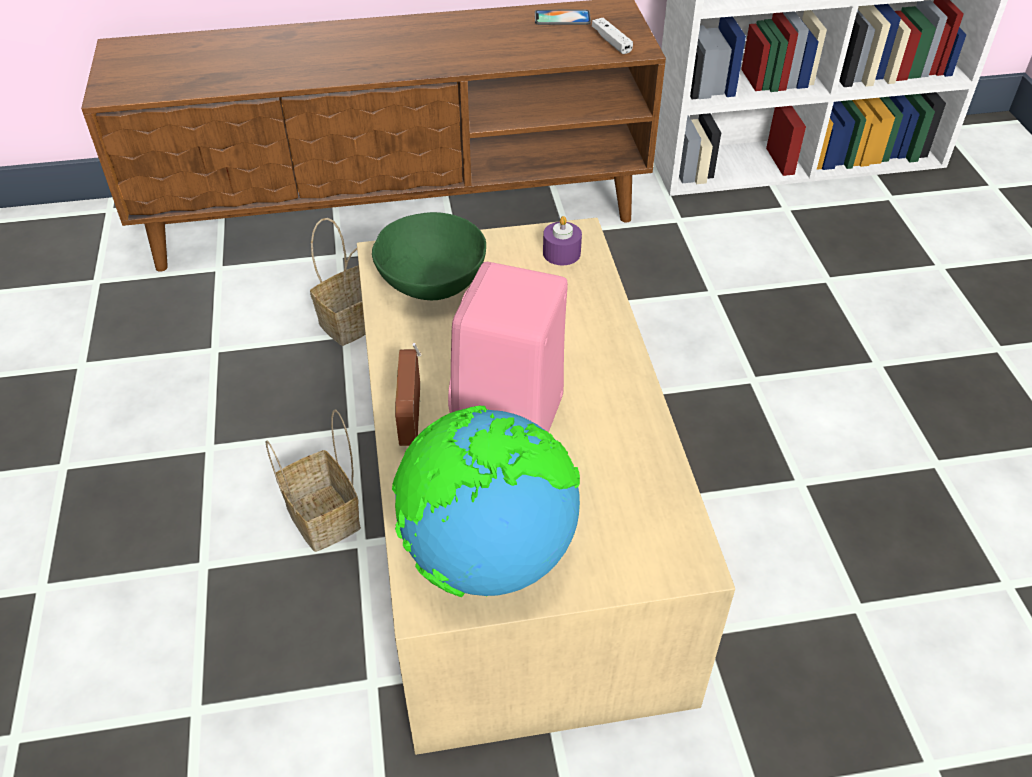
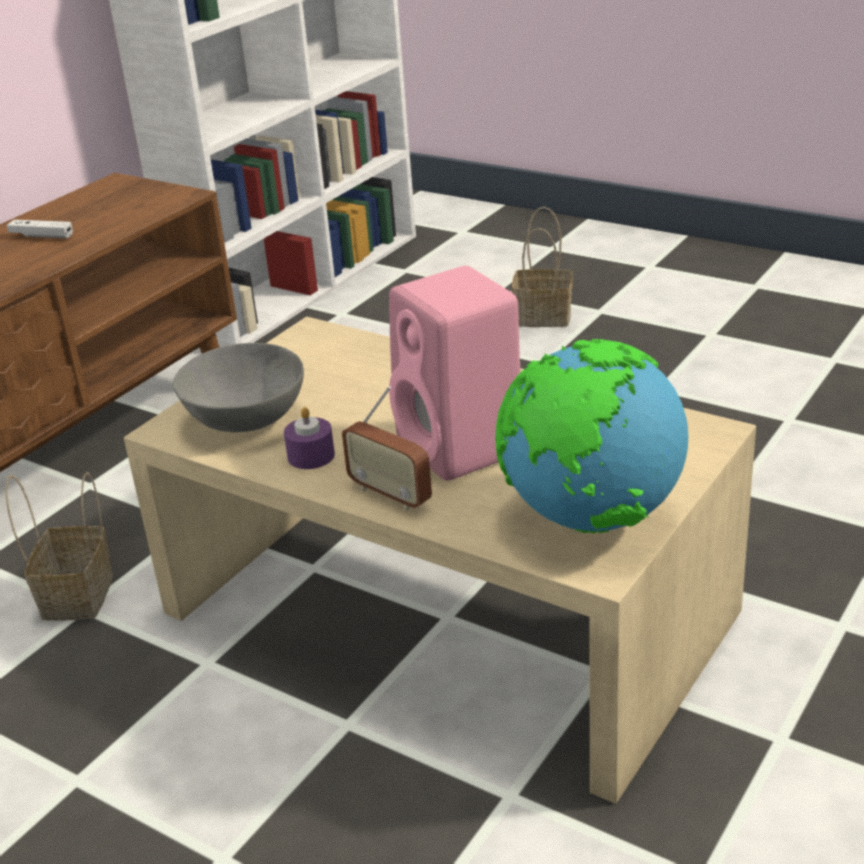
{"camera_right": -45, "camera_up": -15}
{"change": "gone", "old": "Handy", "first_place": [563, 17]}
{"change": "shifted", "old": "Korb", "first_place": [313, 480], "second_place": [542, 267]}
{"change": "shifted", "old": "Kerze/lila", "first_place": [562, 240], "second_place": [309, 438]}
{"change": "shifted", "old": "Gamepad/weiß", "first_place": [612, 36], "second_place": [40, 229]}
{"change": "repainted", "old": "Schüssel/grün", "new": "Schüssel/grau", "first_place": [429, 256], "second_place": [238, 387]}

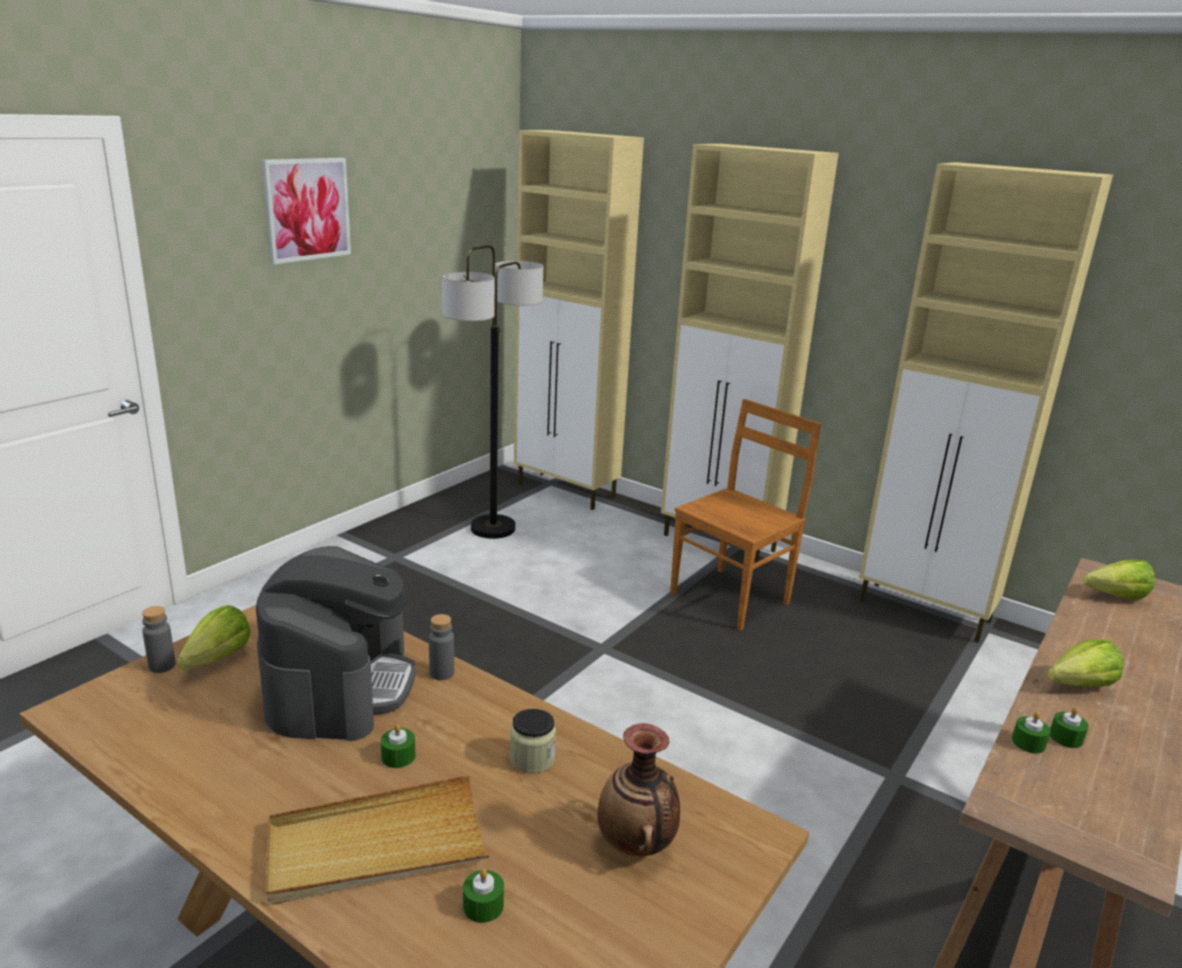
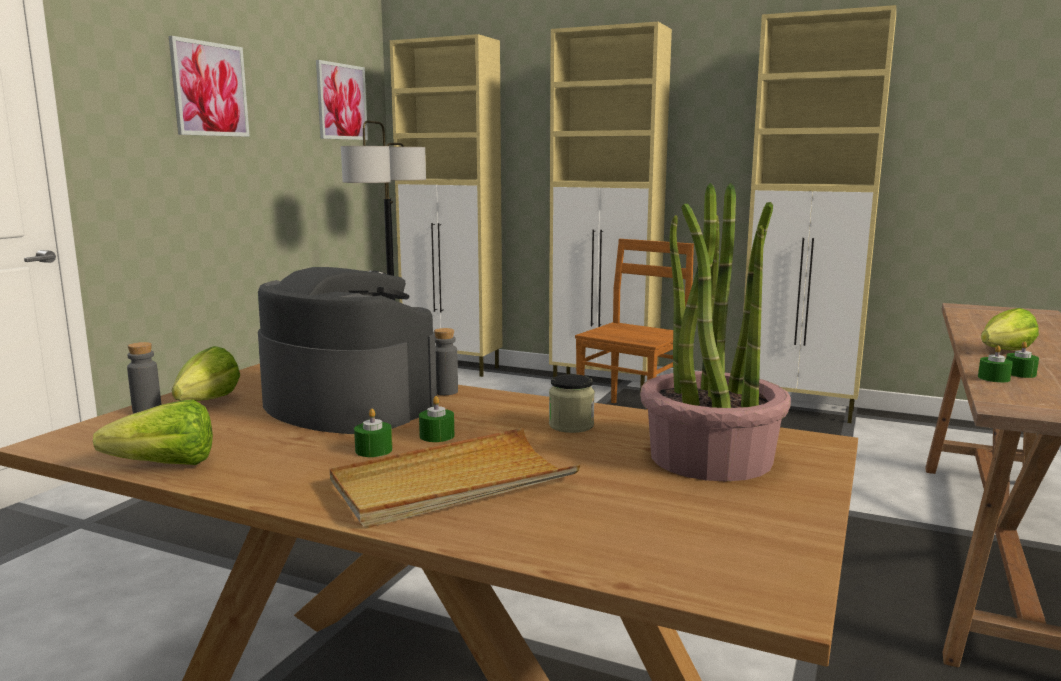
{"camera_right": -10, "camera_up": -10}
{"change": "new", "new": "Bild", "second_place": [342, 100]}
{"change": "shifted", "old": "Kerze/grün", "first_place": [483, 896], "second_place": [373, 432]}
{"change": "shifted", "old": "Salatkopf", "first_place": [1119, 580], "second_place": [153, 432]}
{"change": "swapped", "old": "Vase", "new": "Topfpflanze", "first_place": [638, 789], "second_place": [715, 332]}
{"change": "rotated", "old": "Kaffeemaschine", "first_place": [336, 643], "second_place": [347, 350], "degrees": -45}

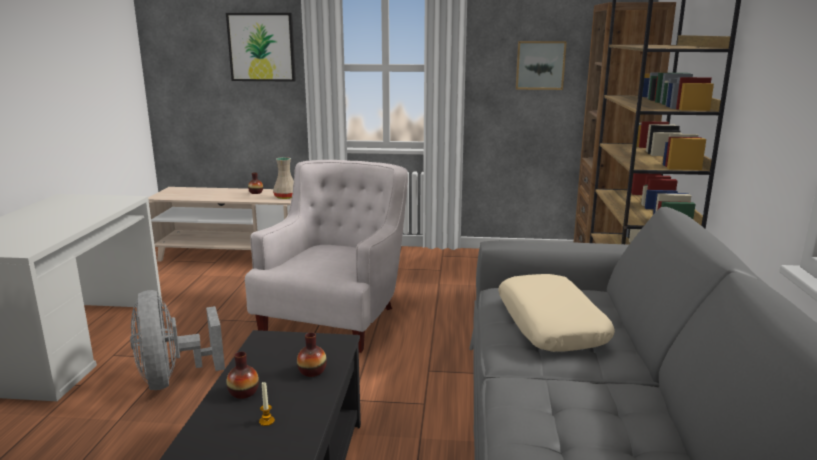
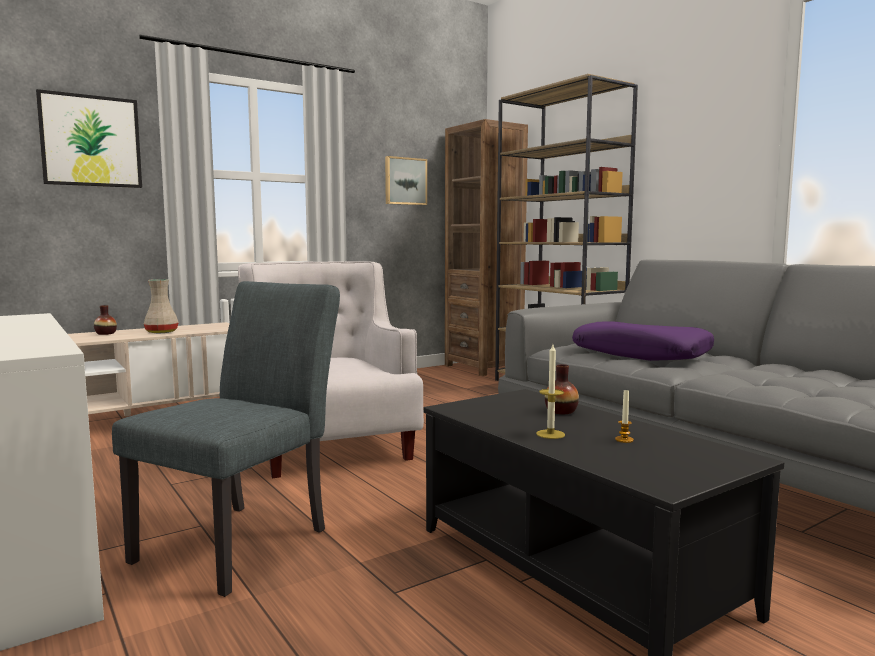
{"camera_right": -40, "camera_up": -10}
{"change": "swapped", "old": "Ventilator/grau", "new": "Stuhl/grau", "first_place": [177, 340], "second_place": [226, 439]}
{"change": "swapped", "old": "Vase", "new": "Kerze", "first_place": [242, 375], "second_place": [550, 392]}
{"change": "repainted", "old": "Kissen/beige", "new": "Kissen/lila", "first_place": [556, 313], "second_place": [643, 341]}

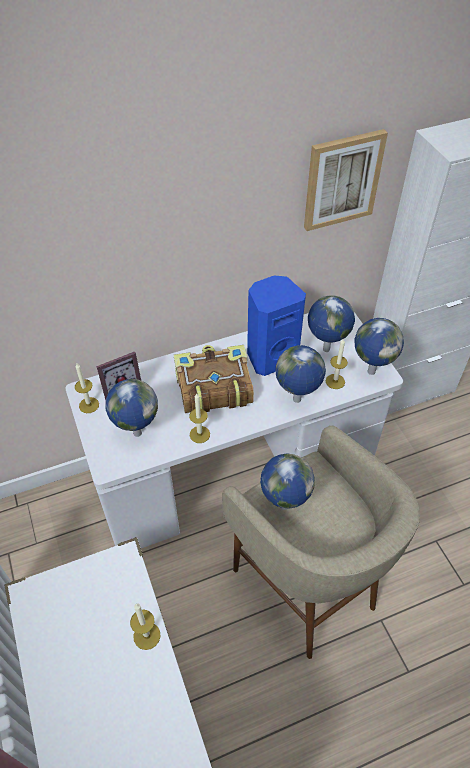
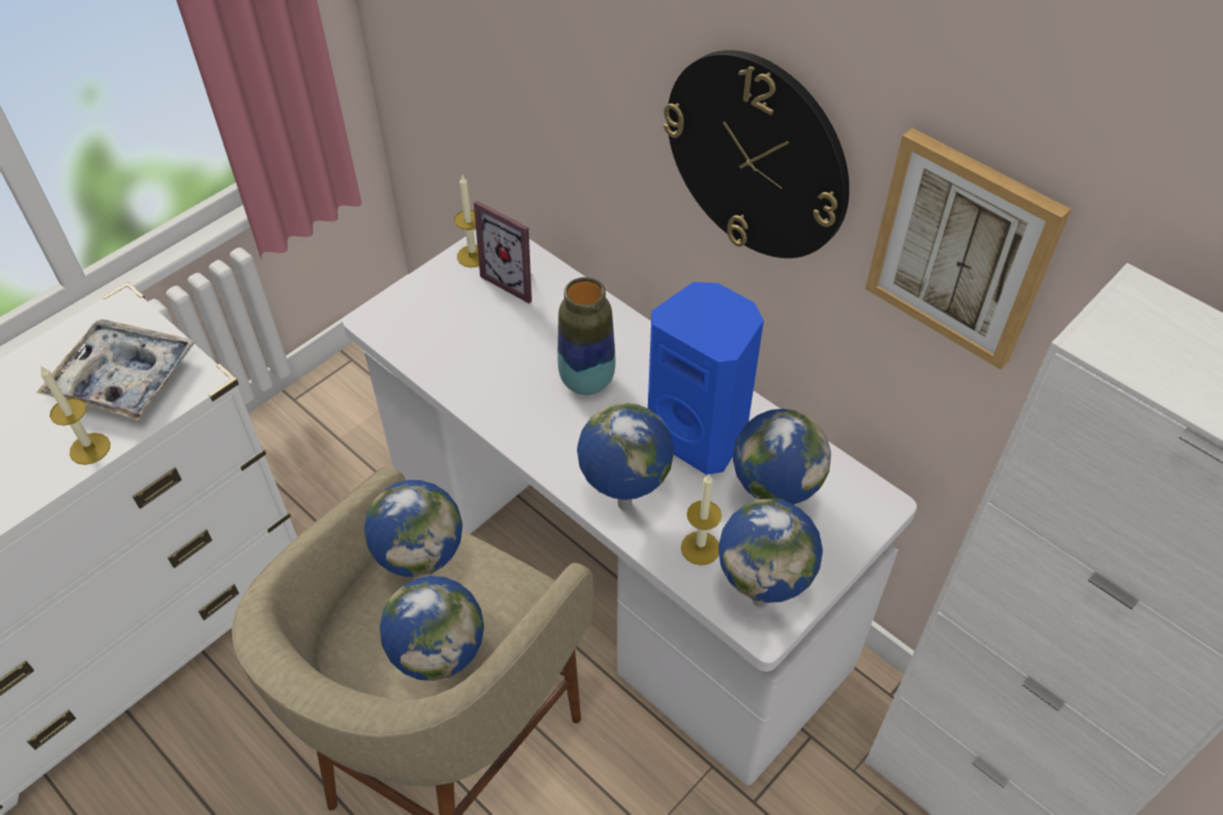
{"camera_right": 65, "camera_up": 0}
{"change": "gone", "old": "Kerze", "first_place": [199, 418]}
{"change": "new", "new": "Tablett", "second_place": [116, 370]}
{"change": "new", "new": "Wanduhr", "second_place": [756, 154]}
{"change": "shifted", "old": "Globus", "first_place": [131, 408], "second_place": [431, 628]}
{"change": "swapped", "old": "Buch", "new": "Vase", "first_place": [214, 379], "second_place": [587, 336]}

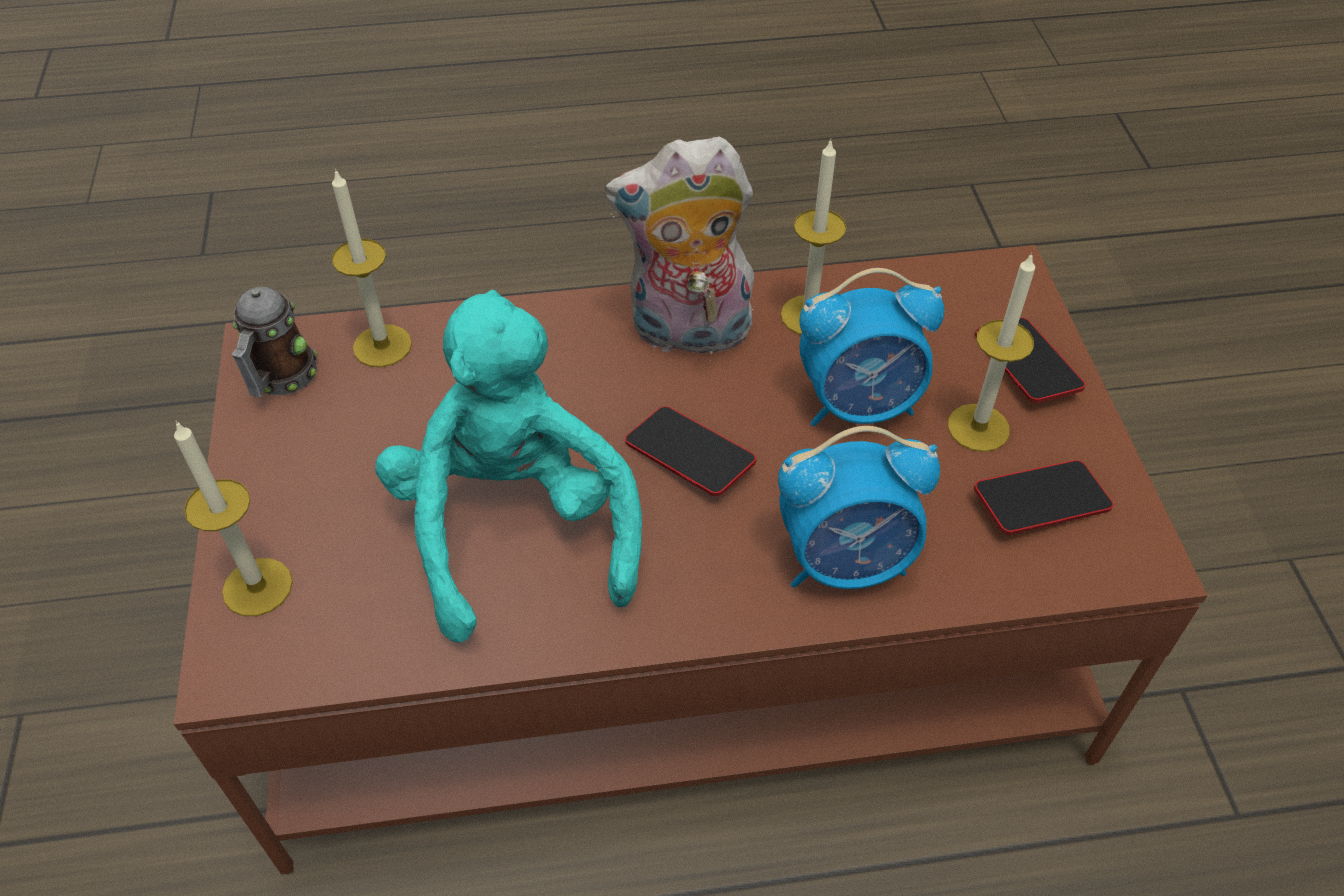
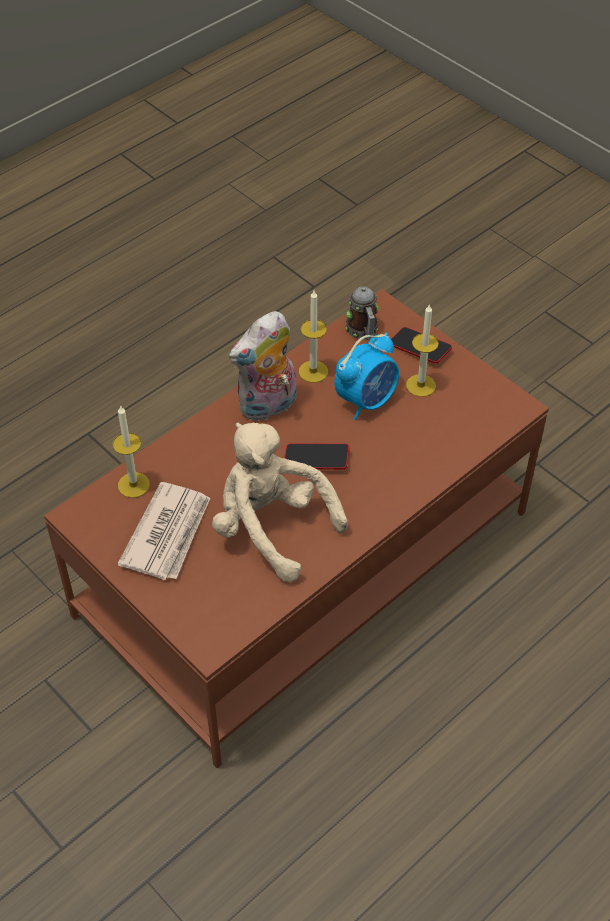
{"camera_right": -35, "camera_up": 0}
{"change": "gone", "old": "Kerze", "first_place": [233, 518]}
{"change": "gone", "old": "Wecker", "first_place": [859, 507]}
{"change": "gone", "old": "Handy", "first_place": [1043, 497]}
{"change": "new", "new": "Zeitung", "second_place": [164, 531]}
{"change": "shifted", "old": "Henkelbecher", "first_place": [274, 342], "second_place": [362, 312]}
{"change": "repainted", "old": "Plüschtier/türkis", "new": "Plüschtier/beige", "first_place": [508, 466], "second_place": [280, 502]}

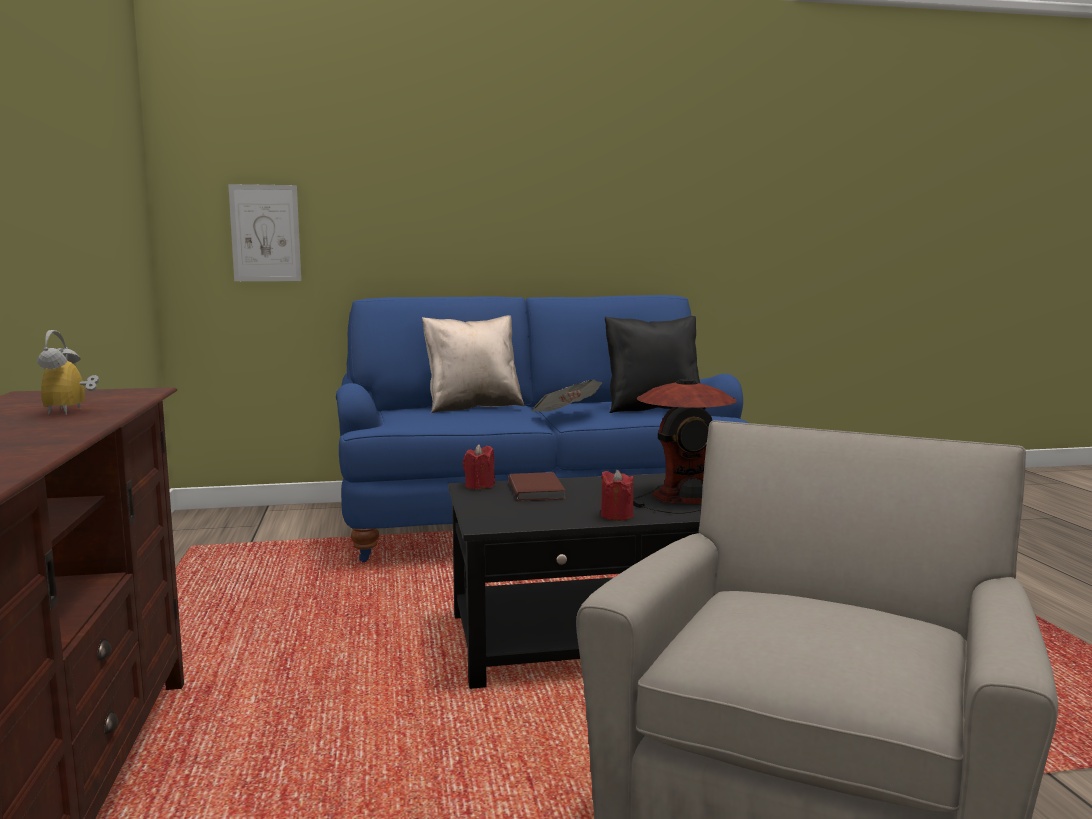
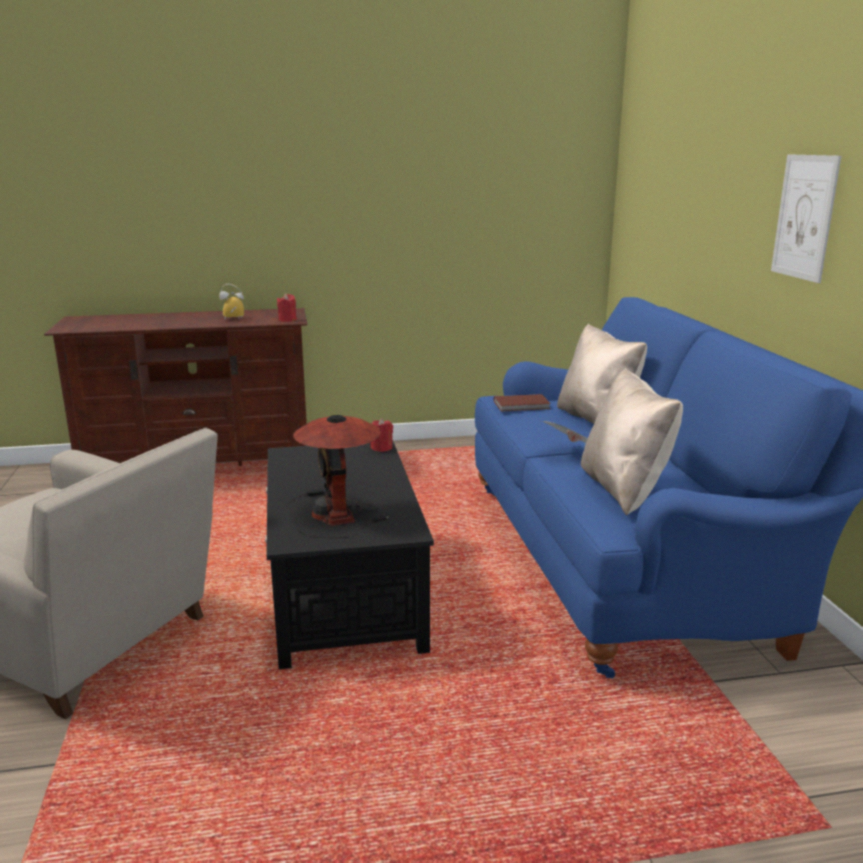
{"camera_right": 90, "camera_up": 10}
{"change": "shifted", "old": "Bild", "first_place": [264, 232], "second_place": [806, 218]}
{"change": "shifted", "old": "Buch/braun", "first_place": [537, 486], "second_place": [522, 403]}
{"change": "shifted", "old": "Kerze/rot", "first_place": [617, 495], "second_place": [287, 308]}
{"change": "repainted", "old": "Kissen/schwarz", "new": "Kissen/beige", "first_place": [655, 364], "second_place": [632, 441]}

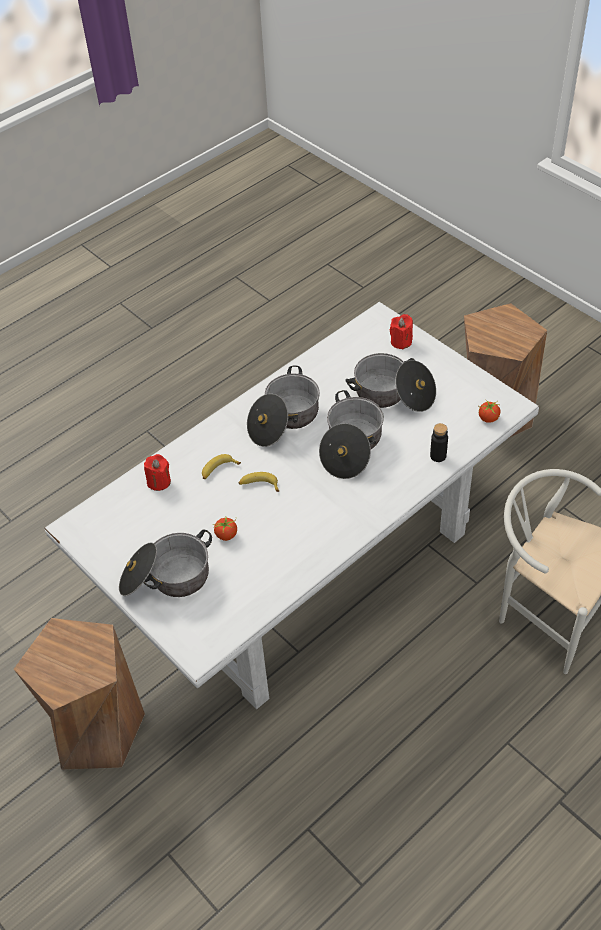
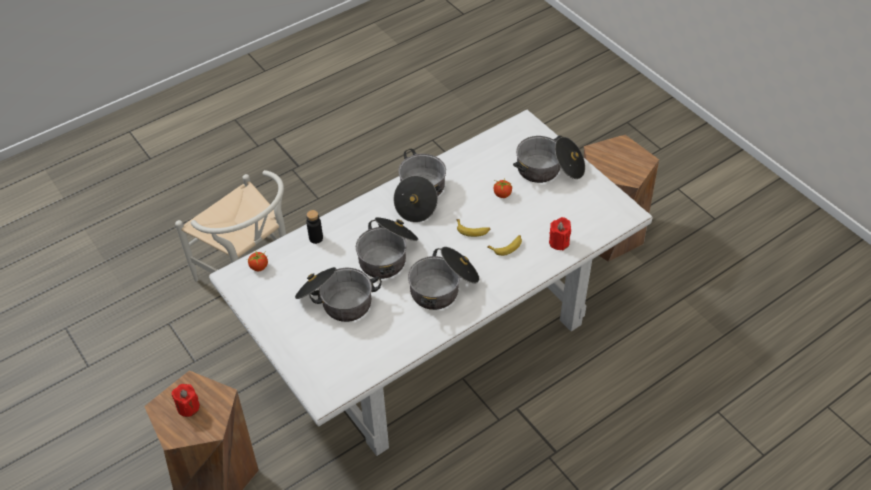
{"camera_right": -175, "camera_up": 0}
{"change": "new", "new": "Kochtopf", "second_place": [419, 186]}
{"change": "shifted", "old": "Kerze/rot", "first_place": [401, 332], "second_place": [185, 400]}

